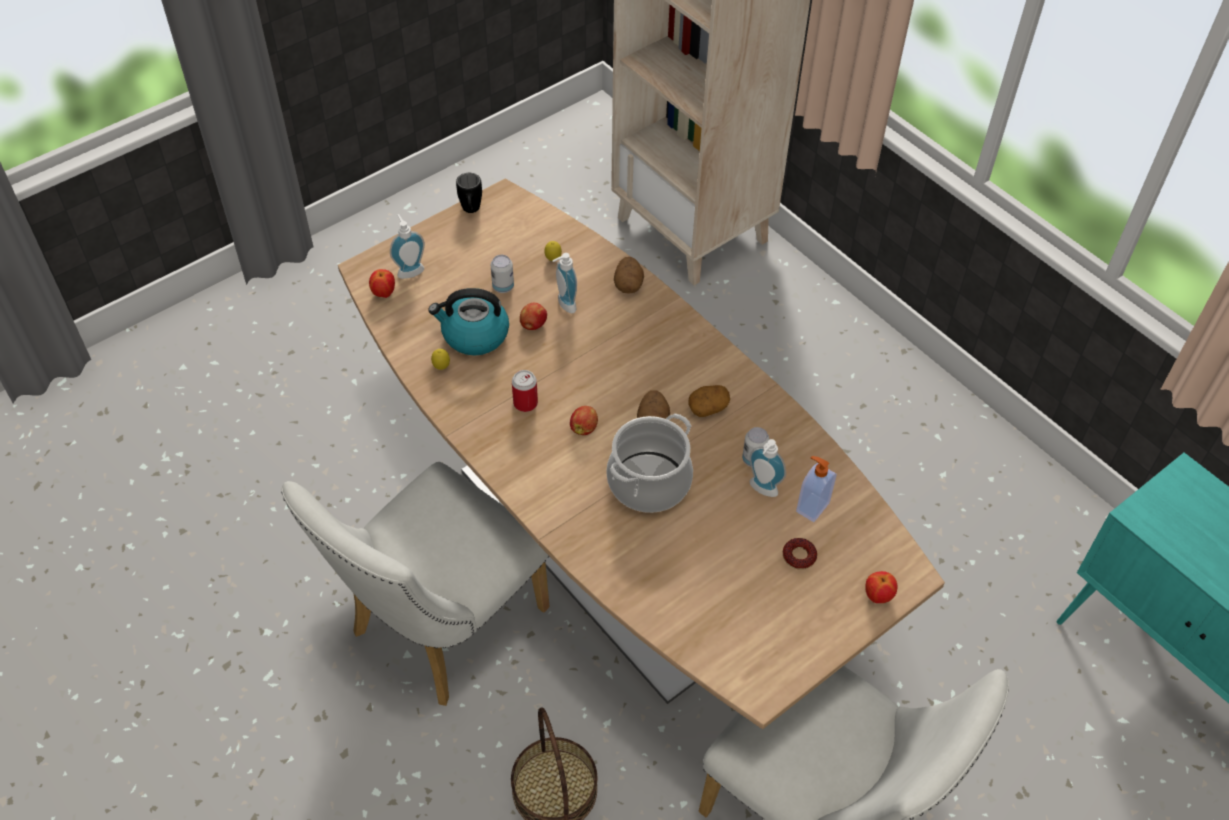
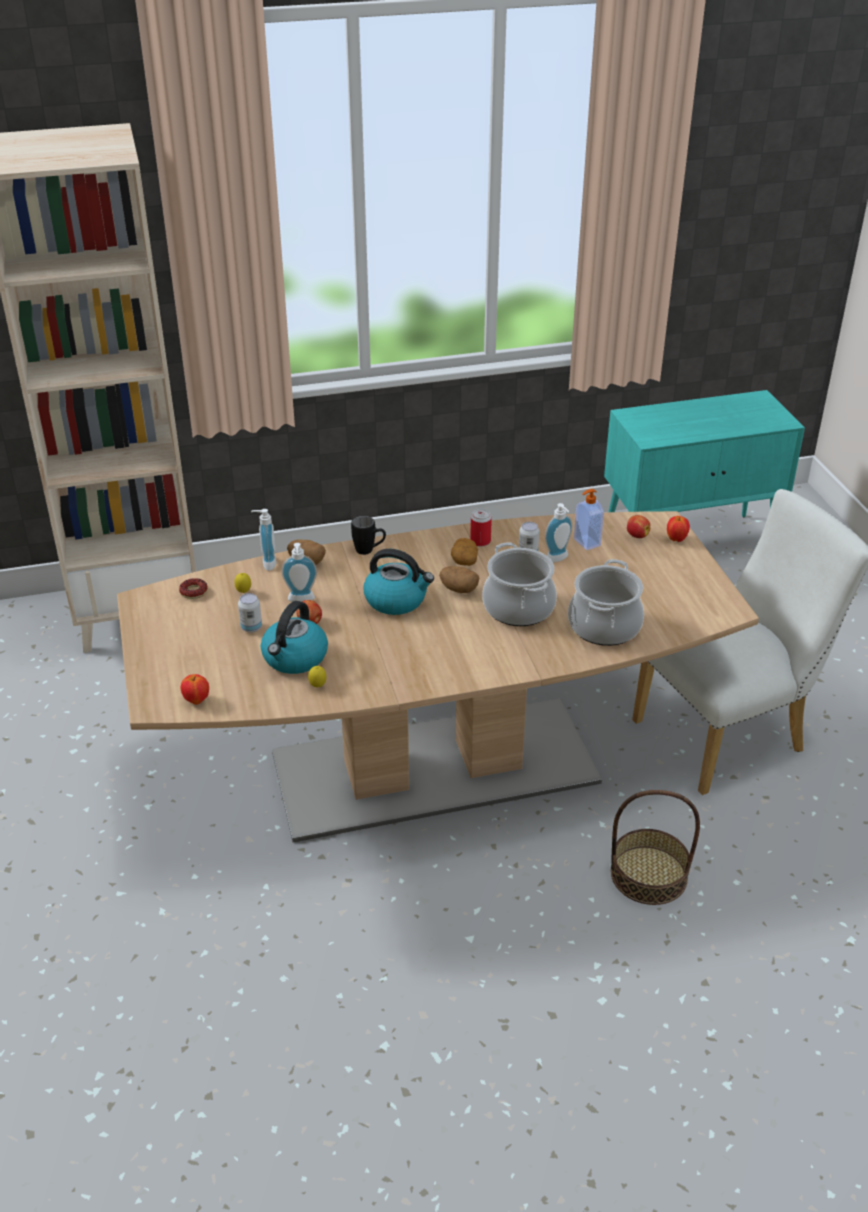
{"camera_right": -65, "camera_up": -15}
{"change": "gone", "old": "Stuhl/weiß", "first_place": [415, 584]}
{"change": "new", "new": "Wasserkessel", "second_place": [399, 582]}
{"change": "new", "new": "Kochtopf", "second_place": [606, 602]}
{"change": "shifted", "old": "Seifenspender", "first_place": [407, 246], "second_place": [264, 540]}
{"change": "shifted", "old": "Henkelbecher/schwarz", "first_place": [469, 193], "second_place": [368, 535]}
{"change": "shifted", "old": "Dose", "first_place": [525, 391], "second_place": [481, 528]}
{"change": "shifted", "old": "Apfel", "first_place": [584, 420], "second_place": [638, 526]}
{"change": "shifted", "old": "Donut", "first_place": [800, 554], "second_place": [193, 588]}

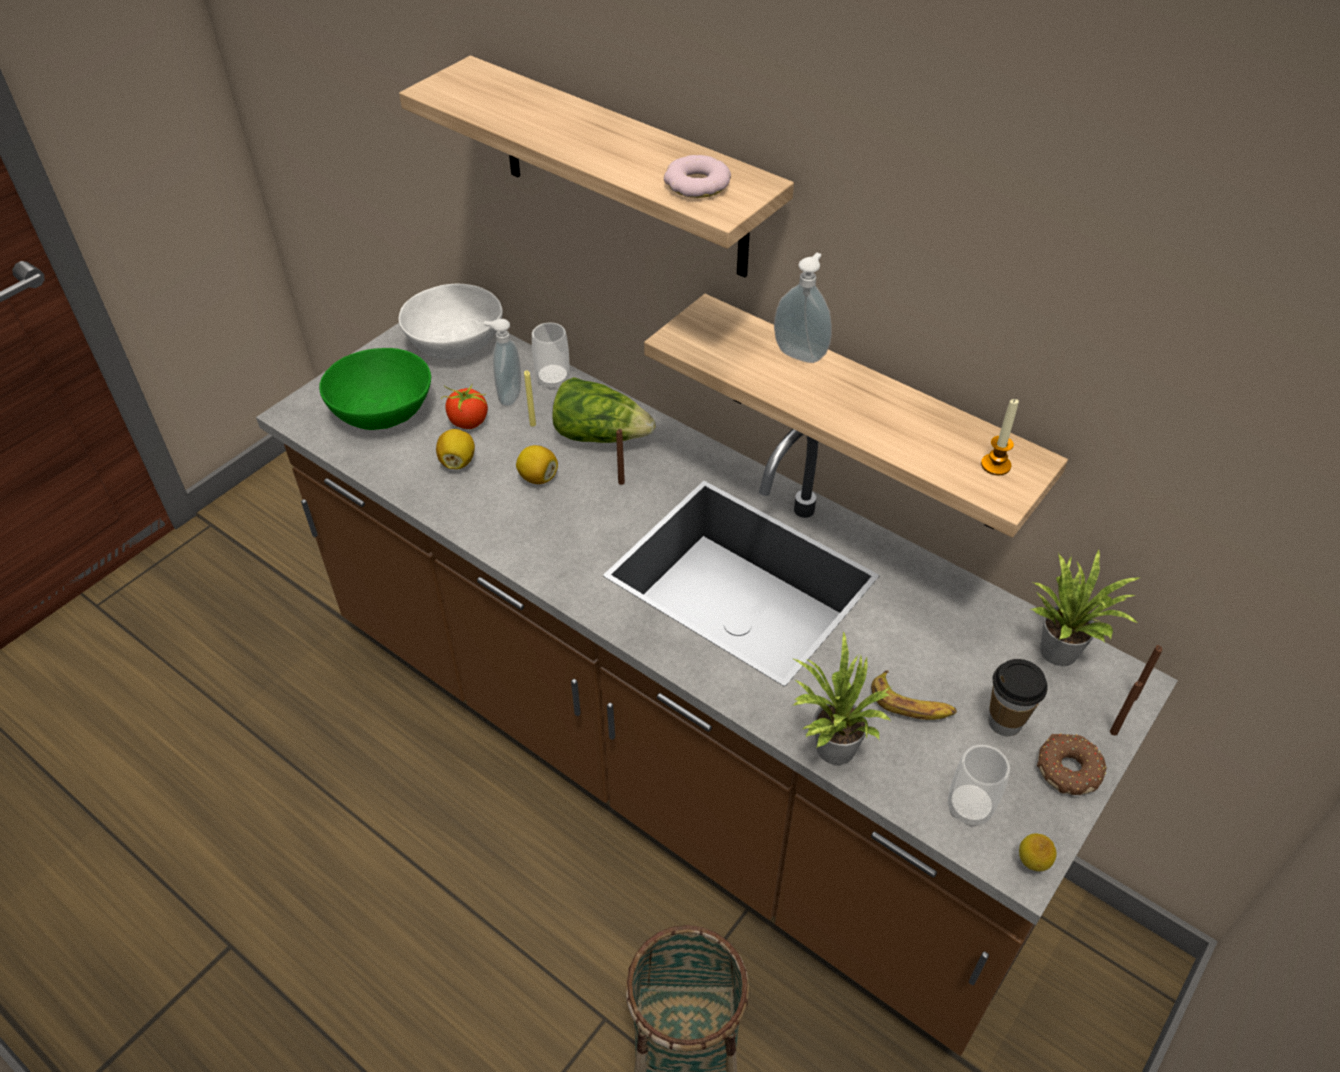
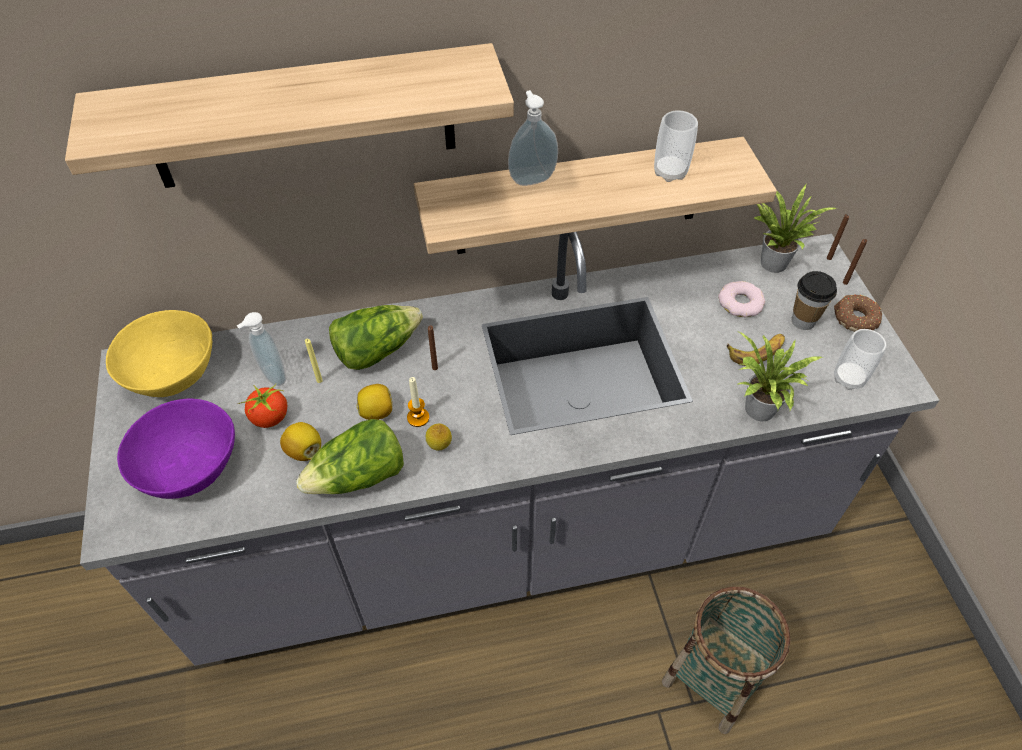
{"camera_right": -50, "camera_up": 5}
{"change": "new", "new": "Salatkopf", "second_place": [350, 456]}
{"change": "shifted", "old": "Tasse", "first_place": [551, 356], "second_place": [676, 146]}
{"change": "shifted", "old": "Donut", "first_place": [697, 176], "second_place": [741, 299]}
{"change": "shifted", "old": "Kerze", "first_place": [1000, 437], "second_place": [418, 402]}
{"change": "shifted", "old": "Zitrone", "first_place": [1037, 852], "second_place": [439, 436]}
{"change": "repainted", "old": "Küchenzeile/braun", "new": "Küchenzeile/grau", "first_place": [717, 689], "second_place": [510, 449]}
{"change": "repainted", "old": "Schüssel/grün", "new": "Schüssel/lila", "first_place": [375, 389], "second_place": [176, 449]}
{"change": "repainted", "old": "Schüssel/weiß", "new": "Schüssel/gelb", "first_place": [451, 321], "second_place": [159, 353]}

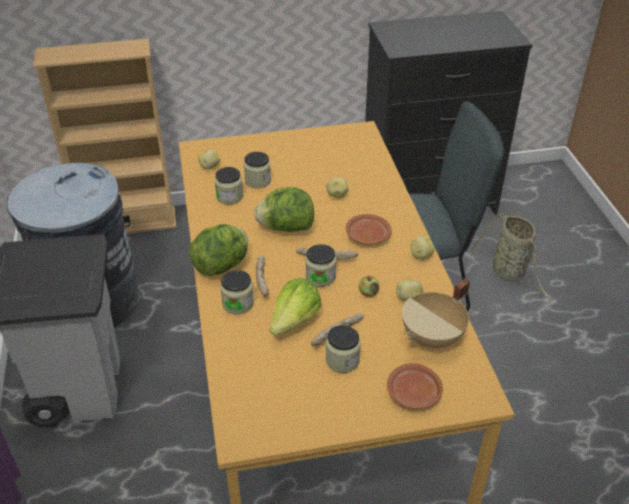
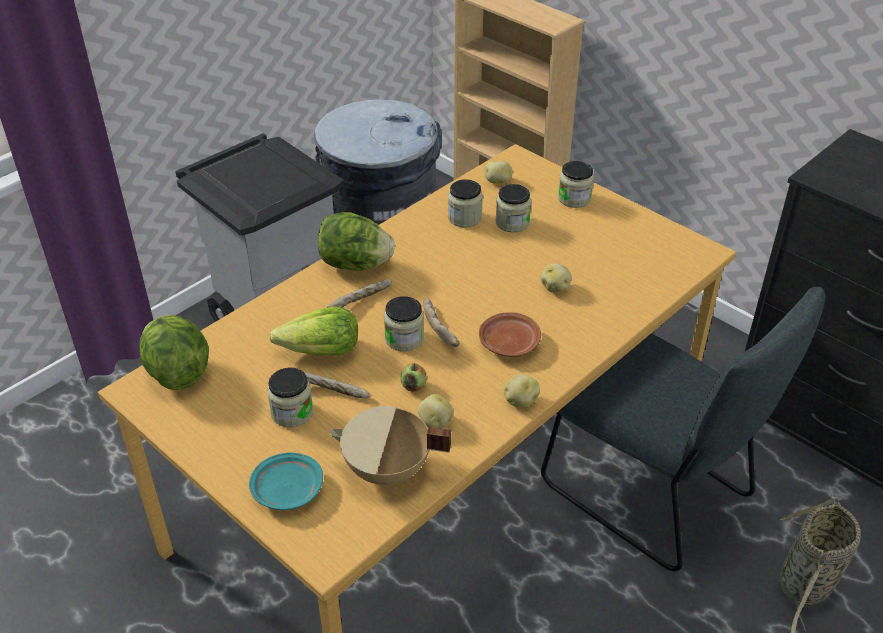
{"camera_right": 55, "camera_up": 0}
{"change": "shifted", "old": "Vorratsglas", "first_place": [237, 292], "second_place": [576, 184]}
{"change": "shifted", "old": "Salatkopf", "first_place": [284, 209], "second_place": [174, 352]}
{"change": "repainted", "old": "Teller/braun", "new": "Teller/türkis", "first_place": [415, 386], "second_place": [286, 481]}

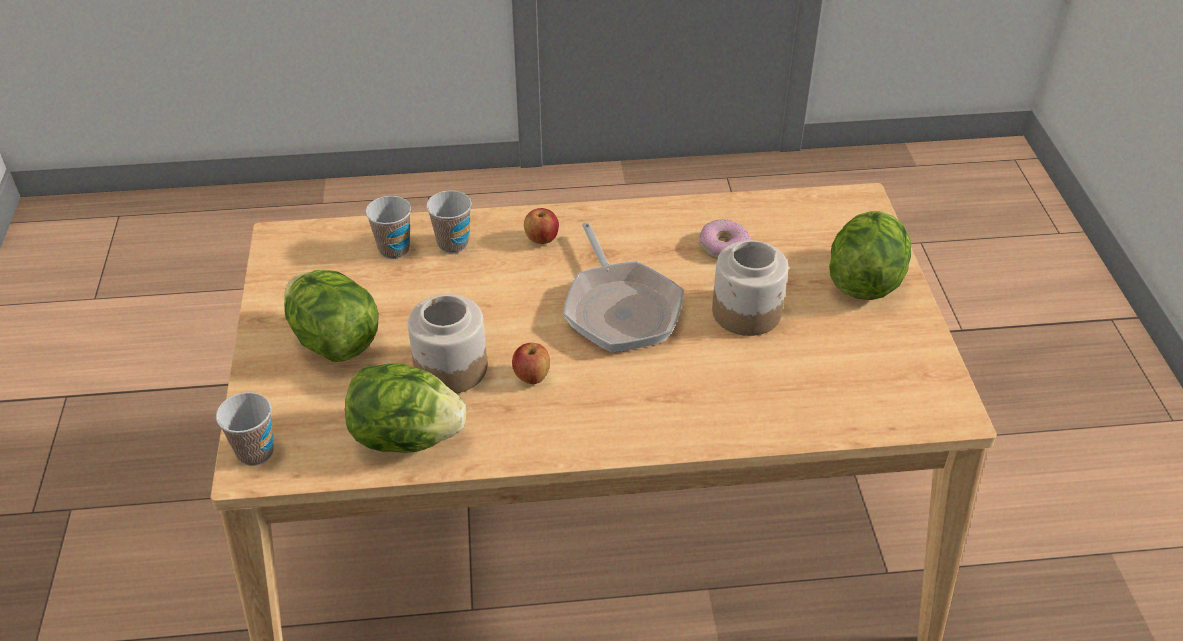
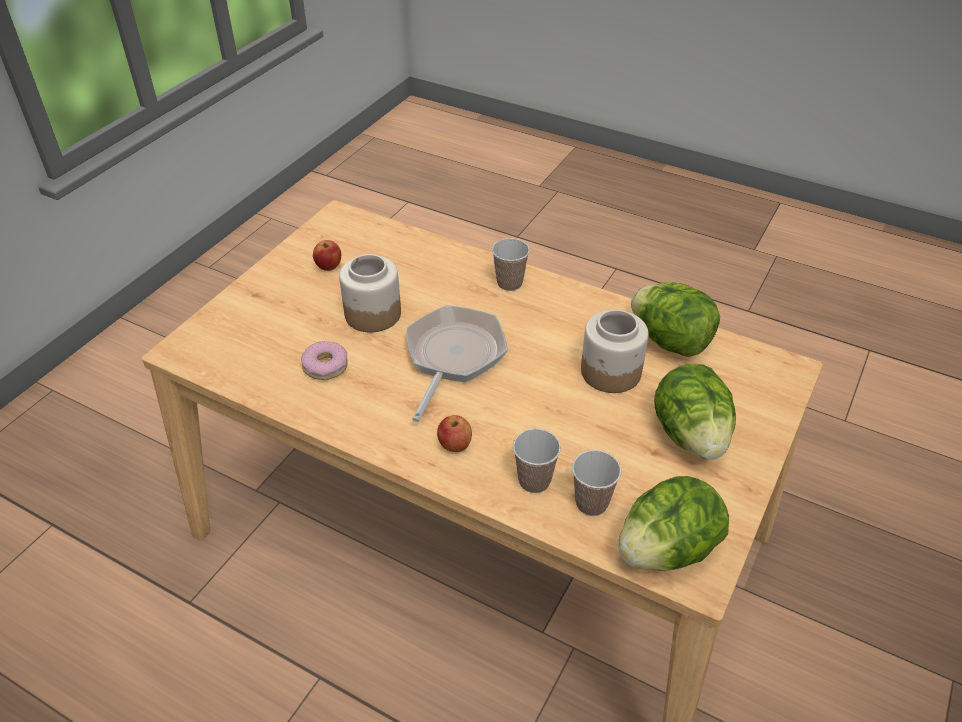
{"camera_right": -145, "camera_up": 0}
{"change": "shifted", "old": "Tasse", "first_place": [245, 429], "second_place": [511, 264]}
{"change": "shifted", "old": "Apfel", "first_place": [531, 363], "second_place": [327, 255]}
{"change": "shifted", "old": "Salatkopf", "first_place": [870, 255], "second_place": [673, 523]}

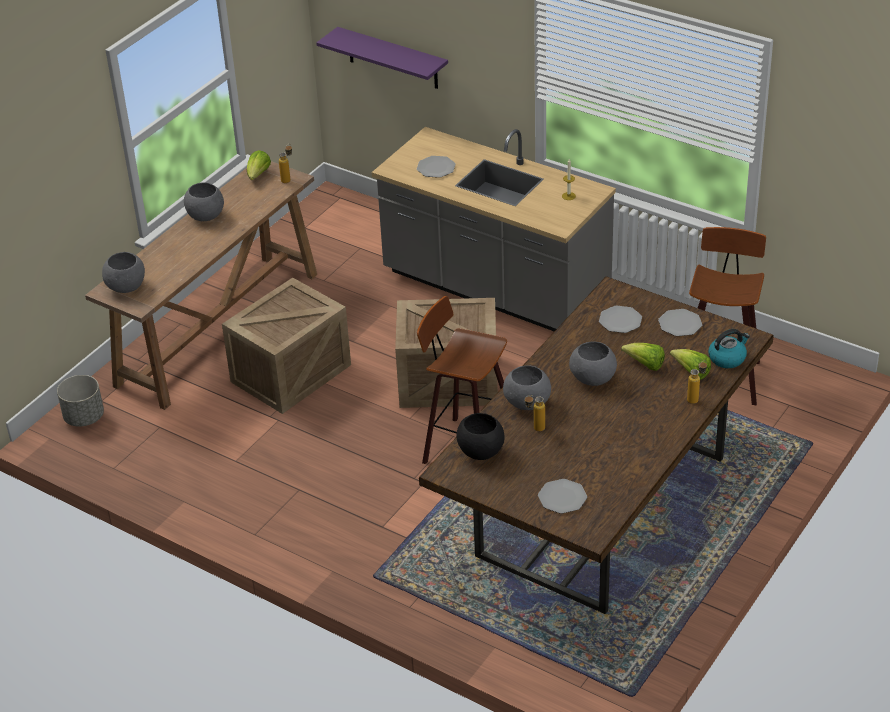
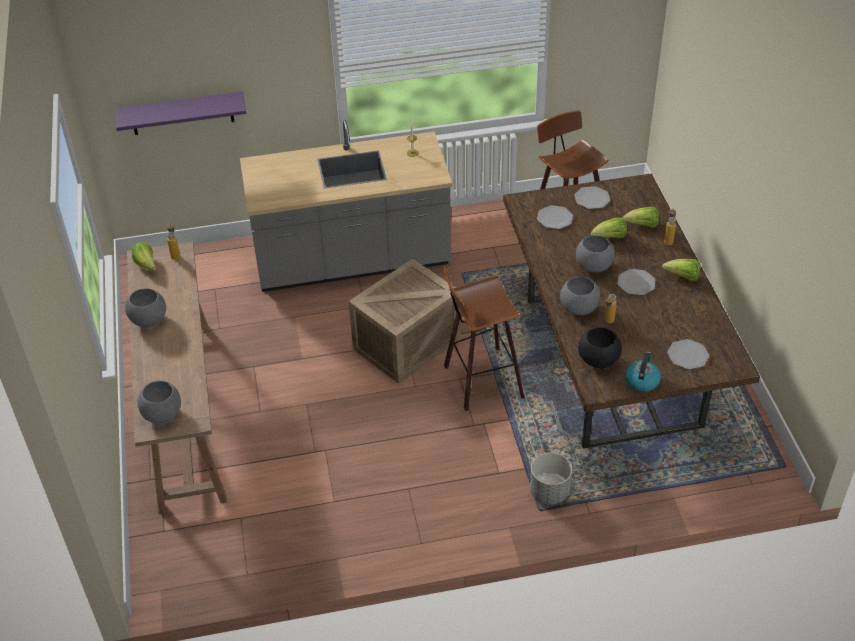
{"camera_right": -45, "camera_up": 5}
{"change": "gone", "old": "Kiste", "first_place": [286, 346]}
{"change": "new", "new": "Salatkopf", "second_place": [681, 270]}
{"change": "shifted", "old": "Pflanzkübel/grau", "first_place": [80, 401], "second_place": [551, 478]}
{"change": "shifted", "old": "Teller", "first_place": [436, 167], "second_place": [636, 282]}
{"change": "shifted", "old": "Wasserkessel", "first_place": [729, 348], "second_place": [643, 372]}

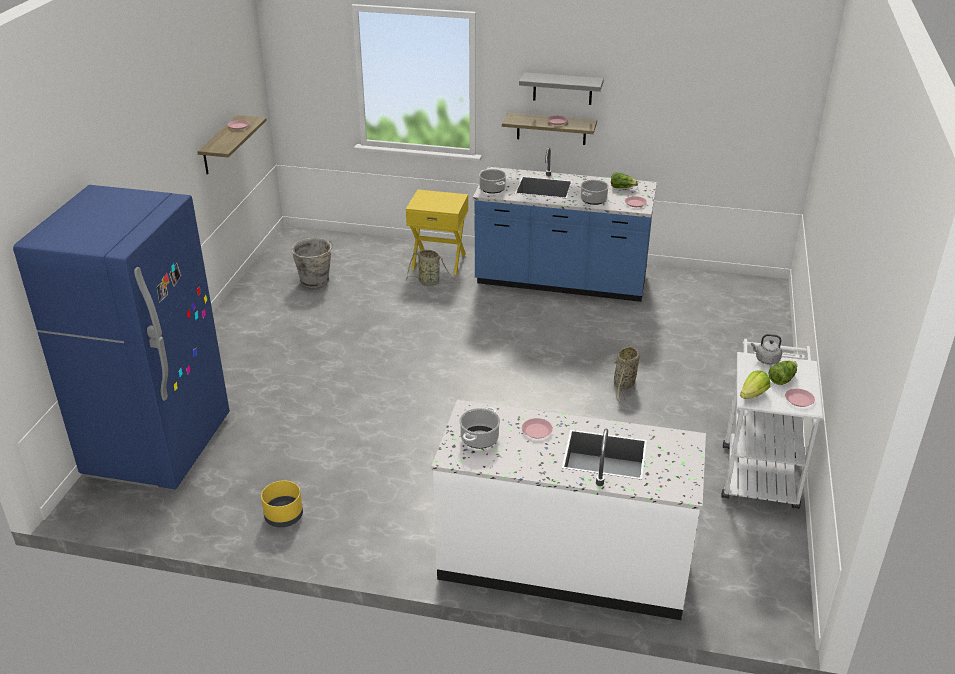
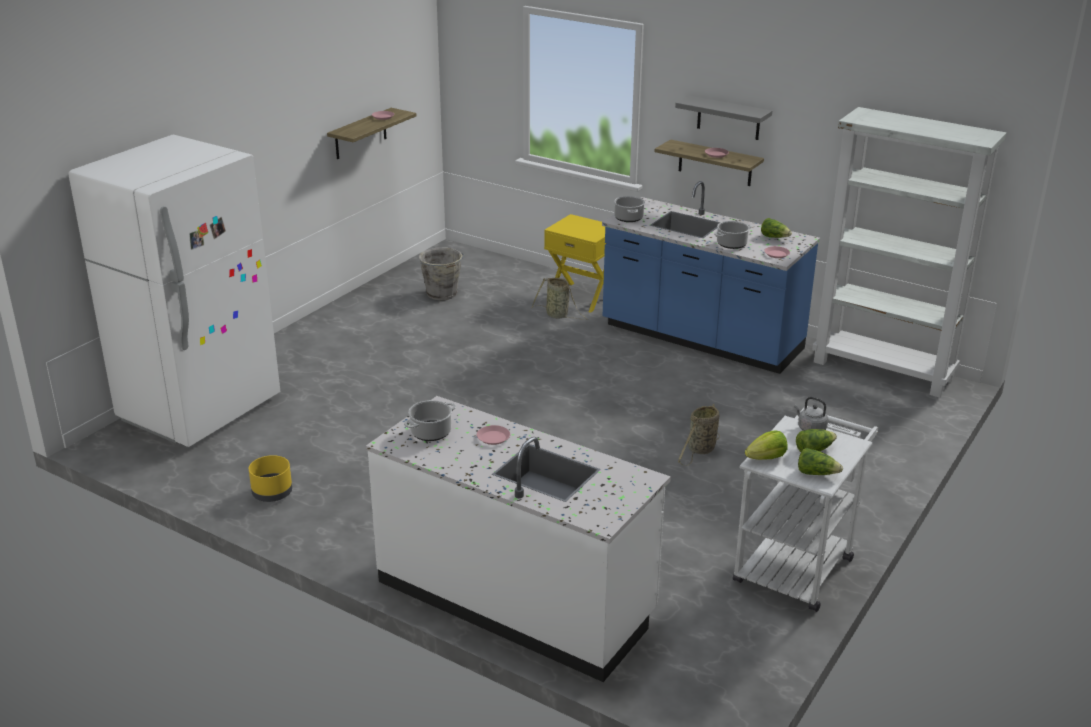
{"camera_right": 20, "camera_up": -5}
{"change": "new", "new": "Bücherregal/weiß", "second_place": [909, 252]}
{"change": "swapped", "old": "Teller/rosa", "new": "Salatkopf", "first_place": [800, 398], "second_place": [820, 461]}
{"change": "repainted", "old": "Kühlschrank/blau", "new": "Kühlschrank/weiß", "first_place": [121, 337], "second_place": [174, 291]}

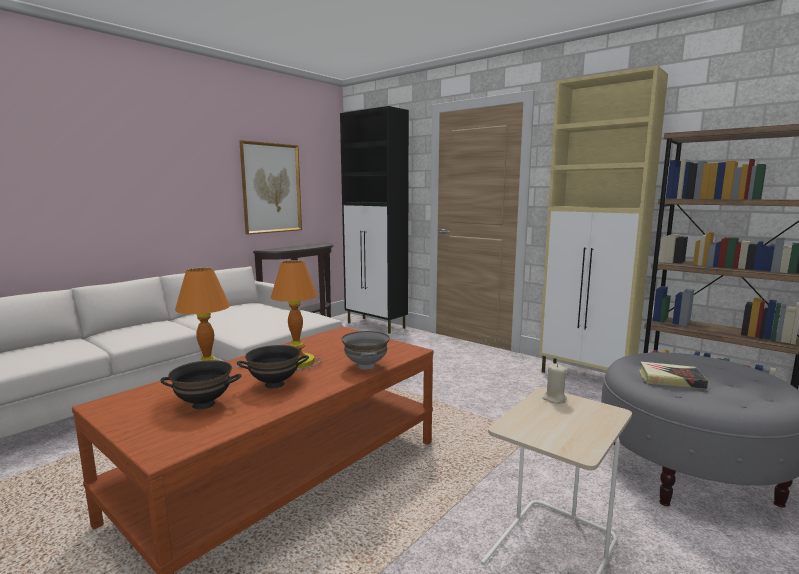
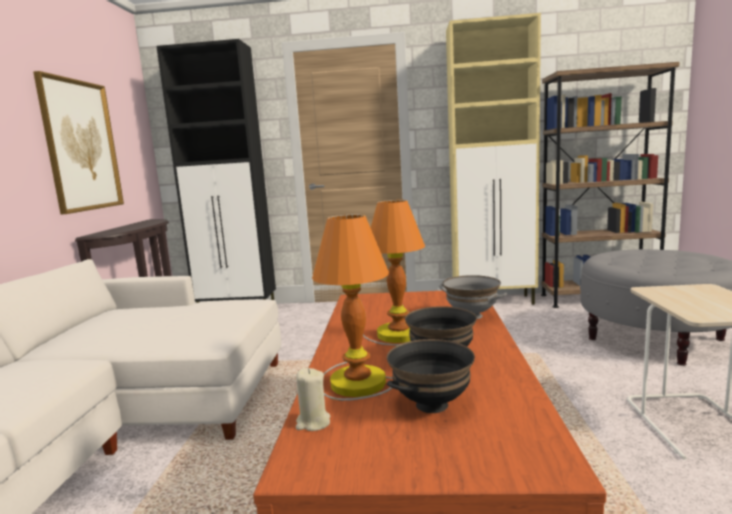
{"camera_right": -35, "camera_up": 0}
{"change": "gone", "old": "Buch", "first_place": [673, 375]}
{"change": "shifted", "old": "Kerze/beige", "first_place": [554, 383], "second_place": [313, 399]}

